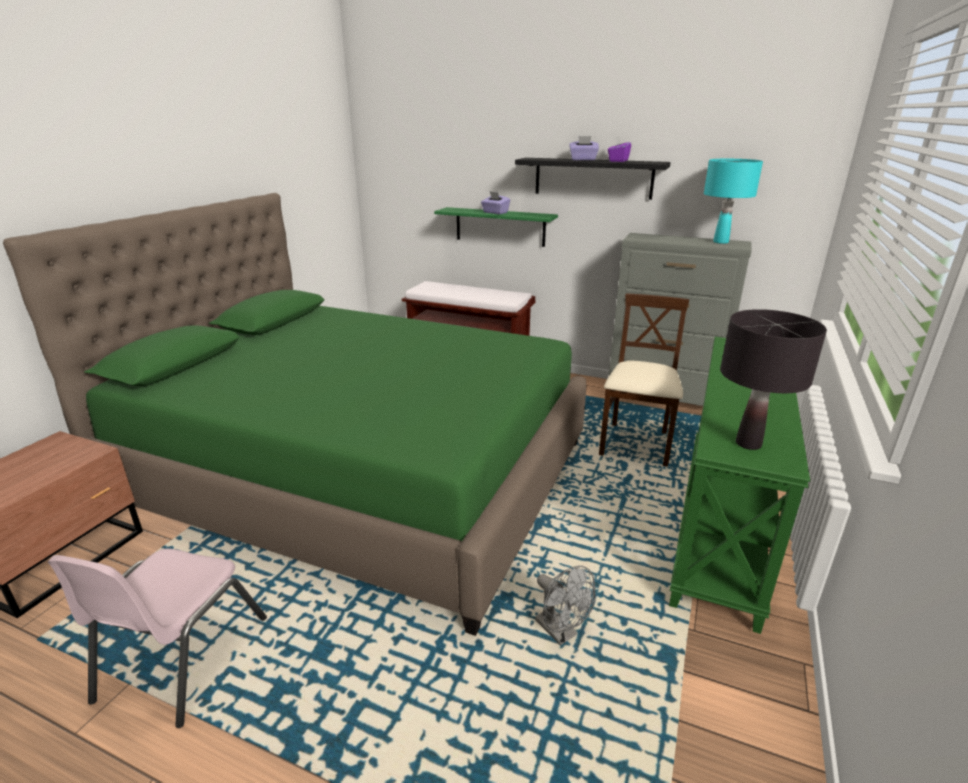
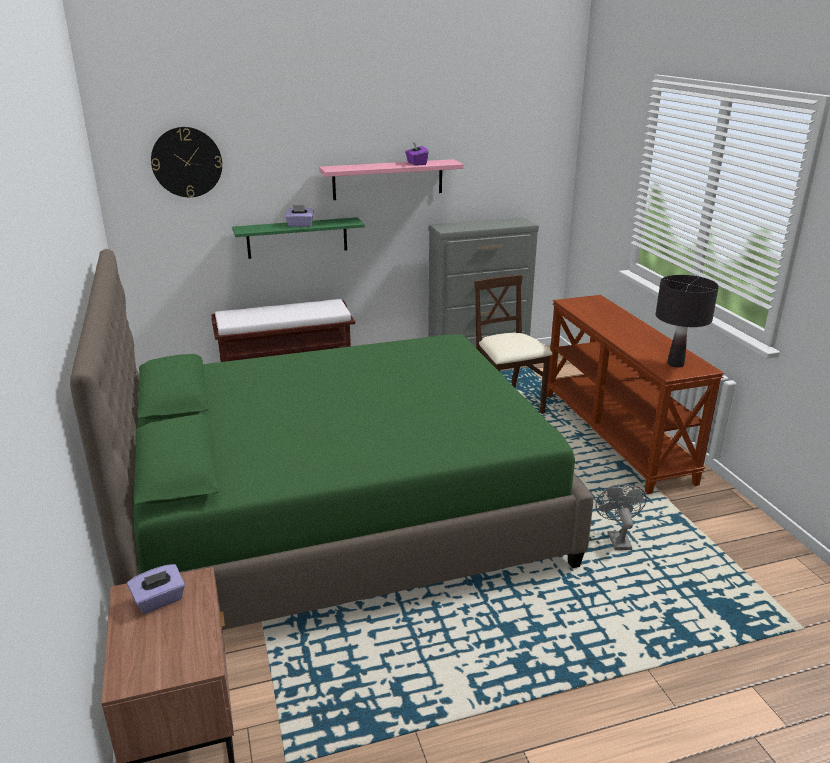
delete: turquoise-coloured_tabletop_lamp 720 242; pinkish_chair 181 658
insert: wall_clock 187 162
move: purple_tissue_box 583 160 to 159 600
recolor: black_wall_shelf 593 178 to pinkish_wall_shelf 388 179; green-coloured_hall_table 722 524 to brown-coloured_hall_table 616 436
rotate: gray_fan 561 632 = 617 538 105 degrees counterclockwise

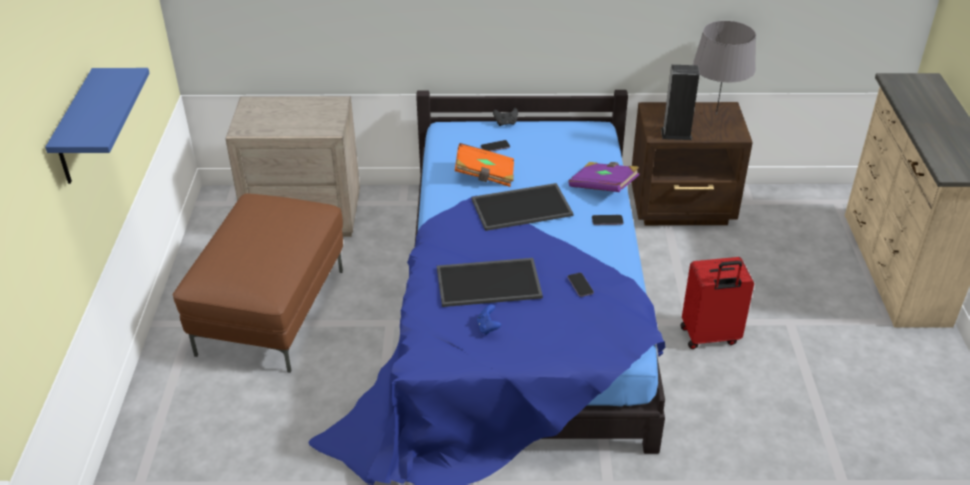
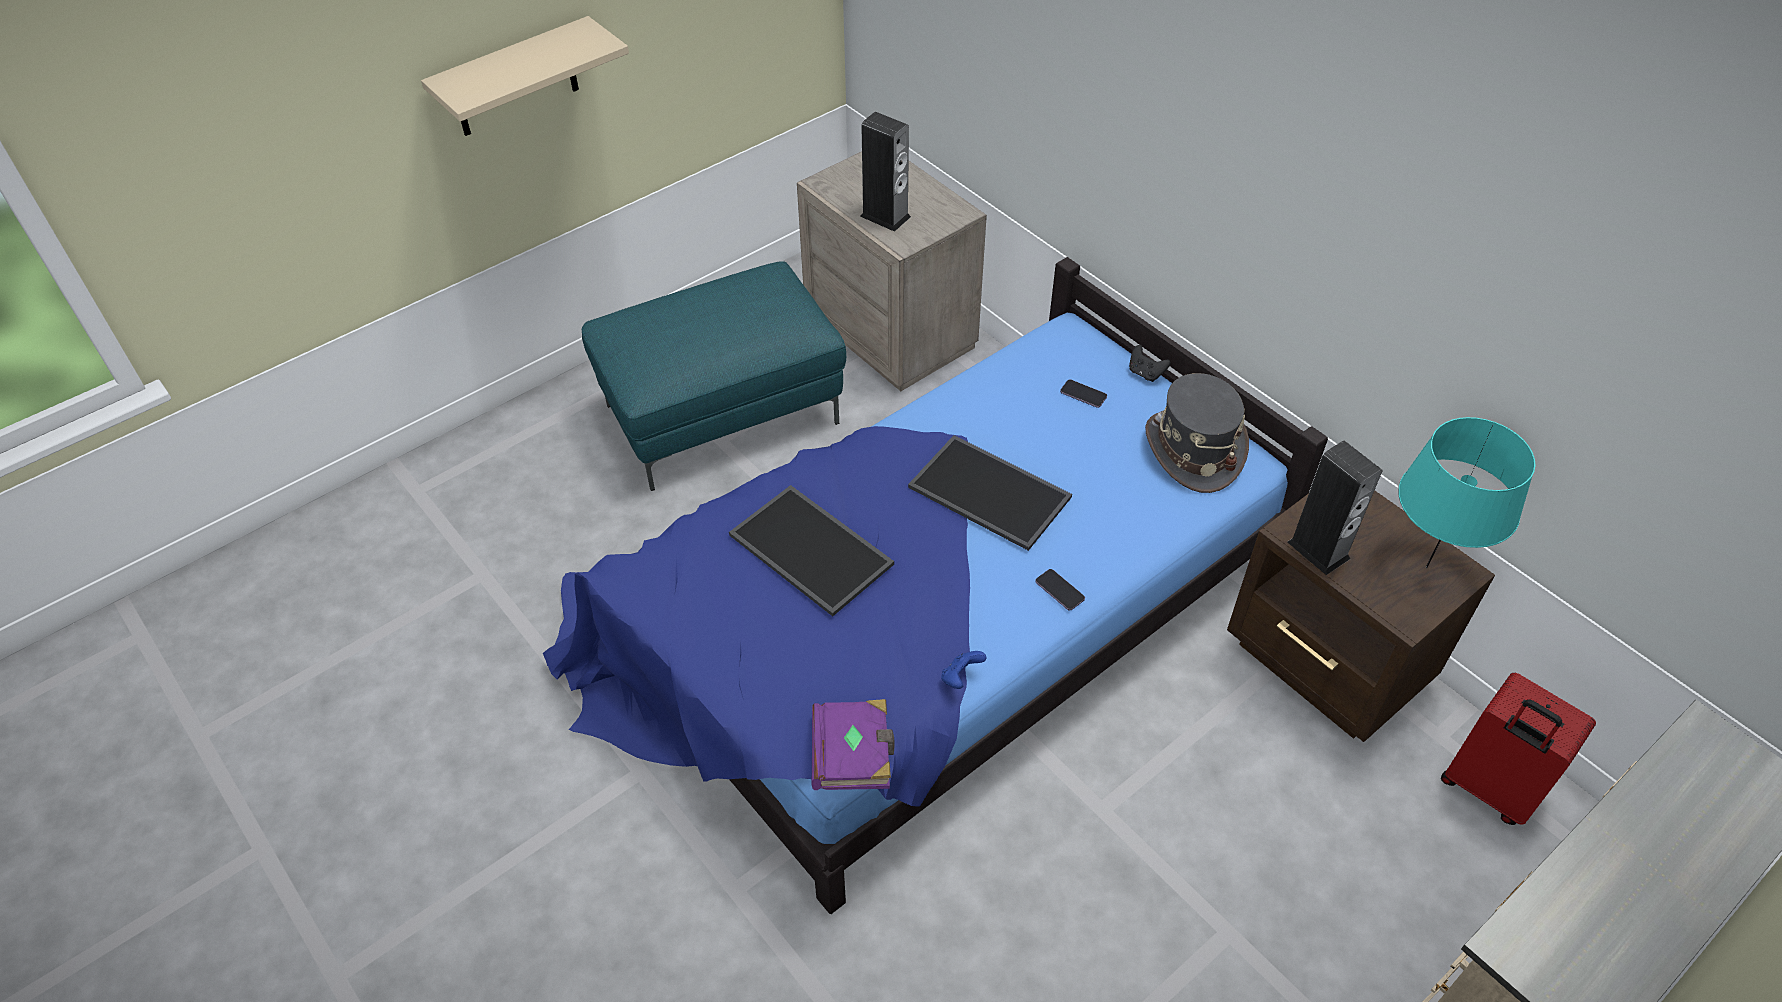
delete: orangey_bound_book 485 176; phone 580 285
insert: audio_speaker 885 216; gray_clothing_hat 1193 450
move: purple_bound_book 603 187 to 853 756; reddish_piece_of_luggage 709 337 to 1488 789; bluish_joypad 488 327 to 960 677
recolor: gray_tabletop_lamp 716 114 to turquoise-coloured_tabletop_lamp 1425 567; bluish_wall_shelf 77 129 to beige_wall_shelf 514 79; brown-coloured_pouffe 273 312 to turquoise-coloured_pouffe 722 416

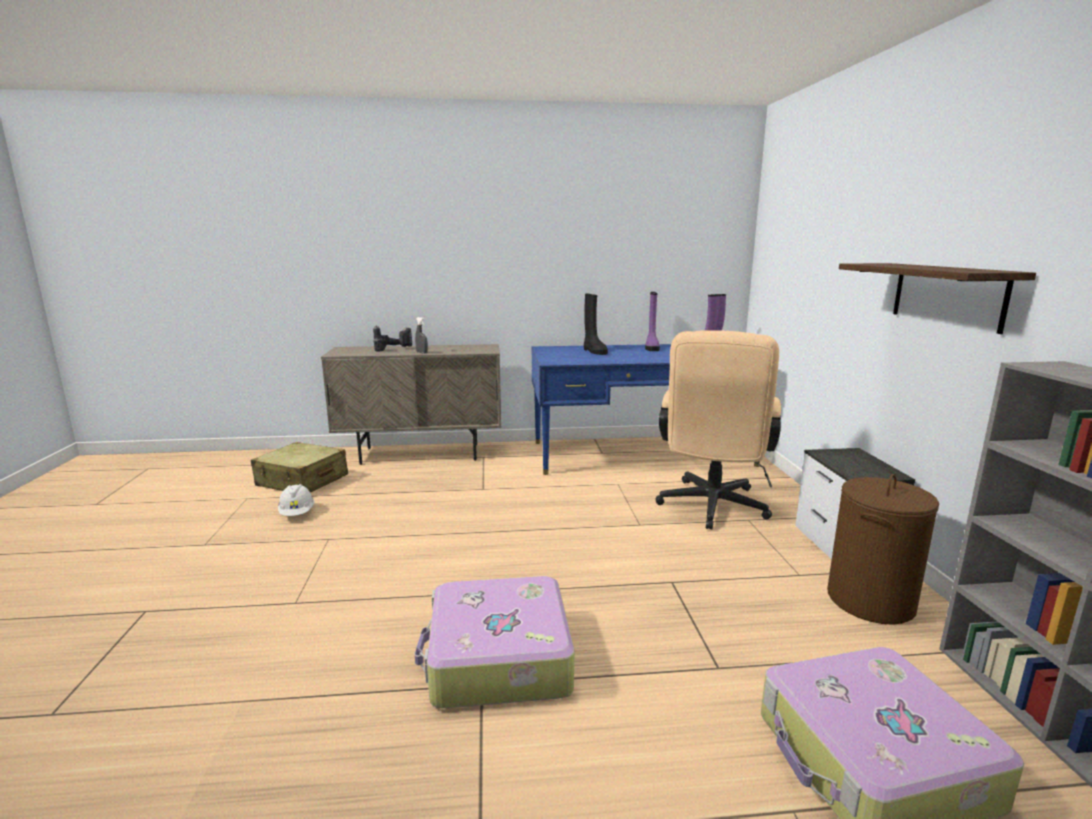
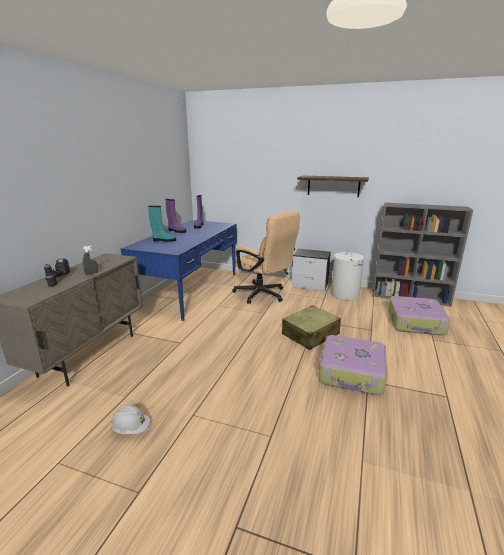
move: beige_piece_of_luggage 302 481 to 310 334
recolor: black_high-top_boot 594 351 to turquoise-coloured_high-top_boot 163 240; brown-coloured_hamper 870 601 to white_hamper 345 294

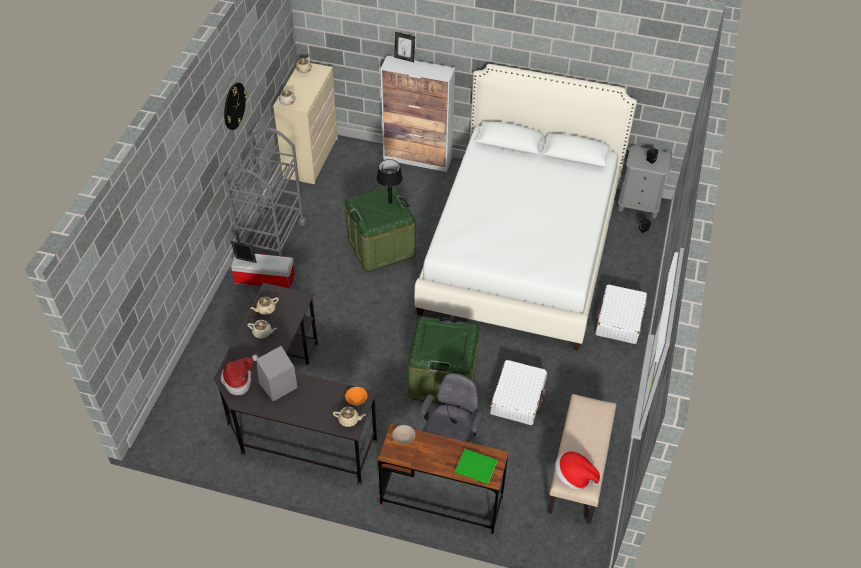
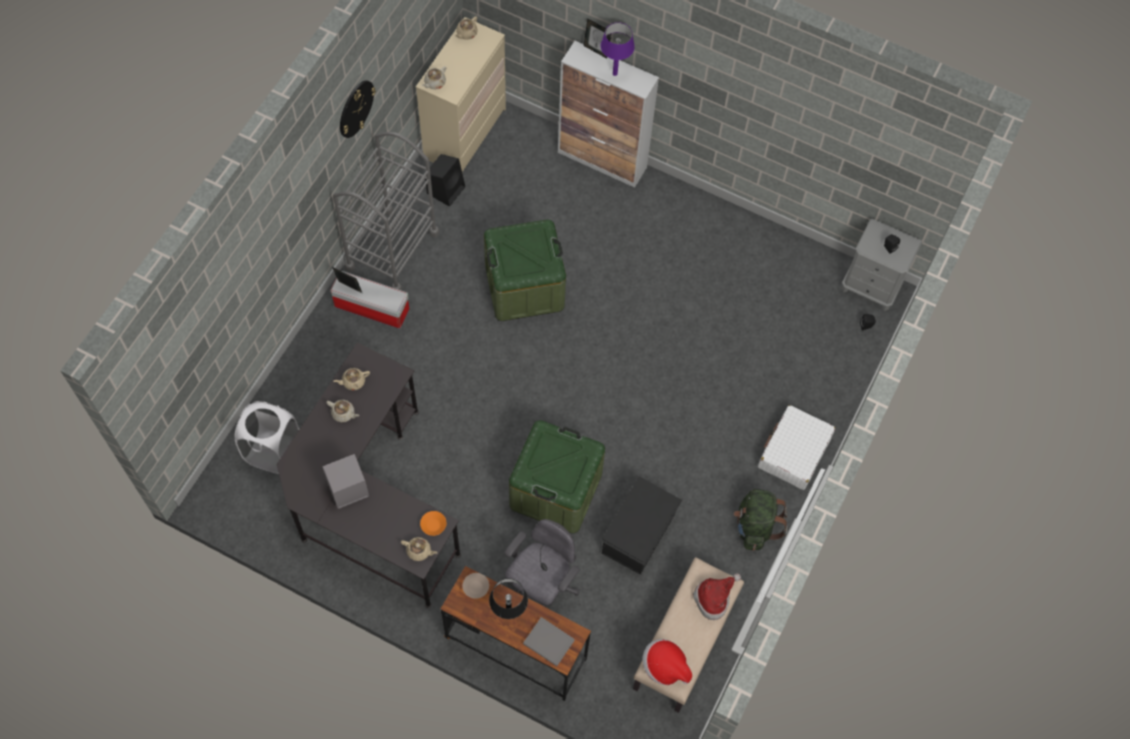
delete: white_bedroom_bed 521 249
insert: purple_tabletop_lamp 614 73; black_audio_speaker 446 189; white_hamper 273 452; green-coloured_rucksack 755 526
move: black_tabletop_lamp 390 202 to 508 614; clothing_hat 239 380 to 714 598
replace: white_piece_of_luggage 518 398 to black_storage_box 639 534
recolor: green-coloured_bound_book 476 468 to gray_bound_book 549 643

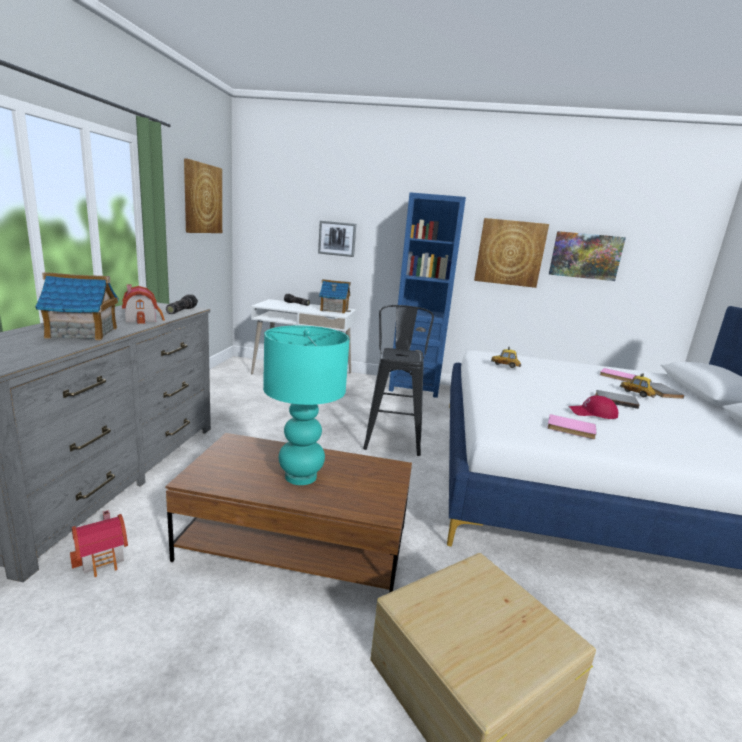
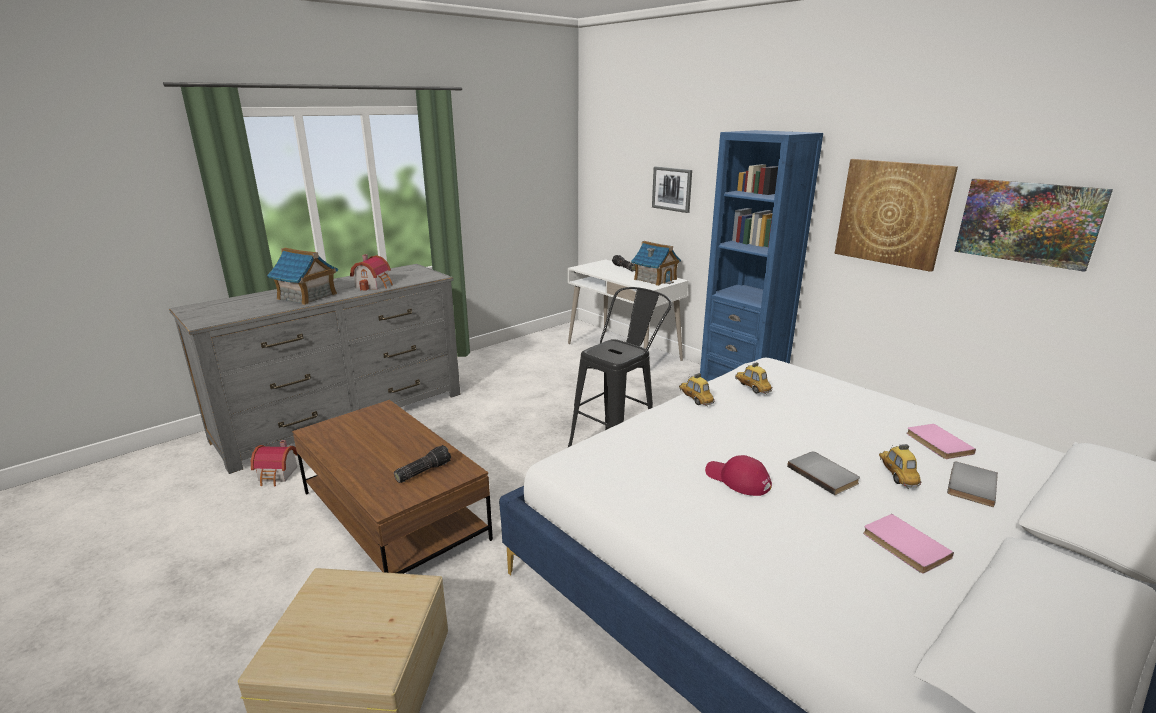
delete: wall_art 202 198; turquoise-coloured_tabletop_lamp 300 477
insert: toy_car 695 399
move: hand_torch 181 310 to 423 471; pinkish_bound_book 571 429 to 903 546

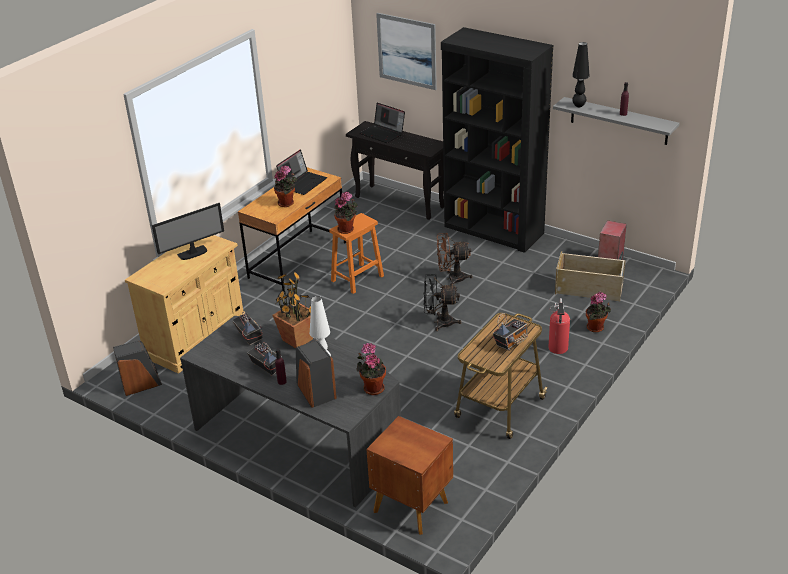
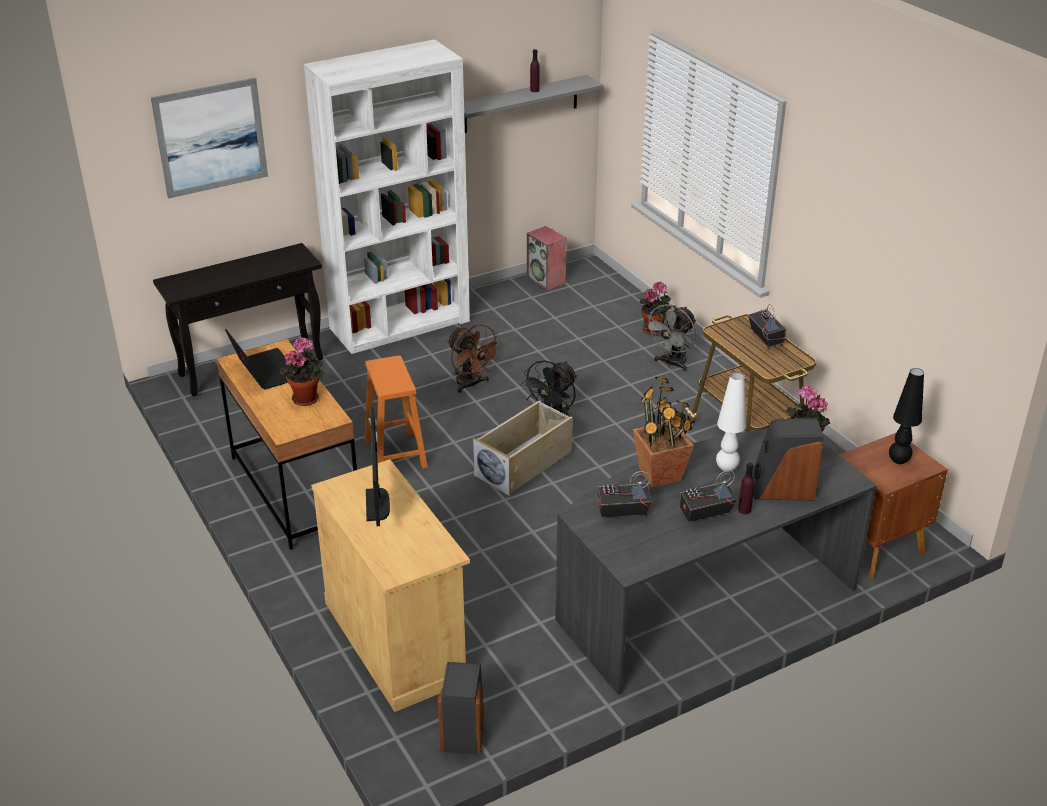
delete: laptop 383 133; houseplant 347 229
move: black_tabletop_lamp 579 106 to 898 461; beige_storage_box 589 289 to 524 463
replace: fire_extinguisher 558 349 to gray_fan 671 364
recolor: black_bookcase 493 230 to white_bookcase 400 324
rotate: brown-coloured_fan 452 279 = 471 385 60 degrees counterclockwise

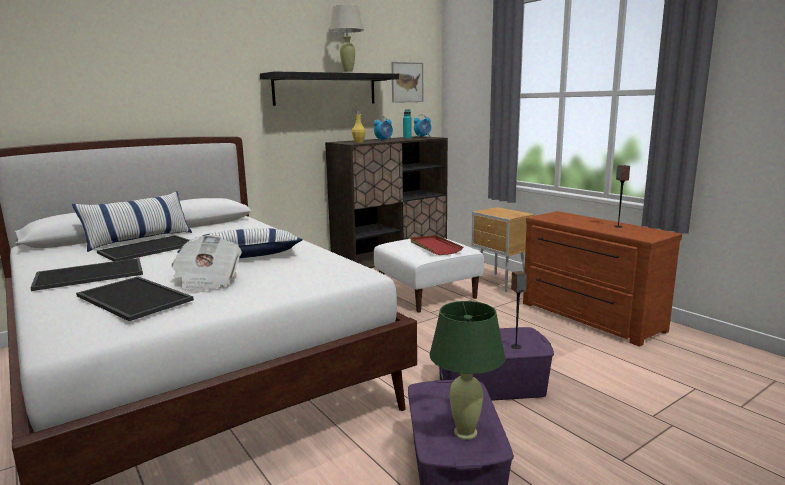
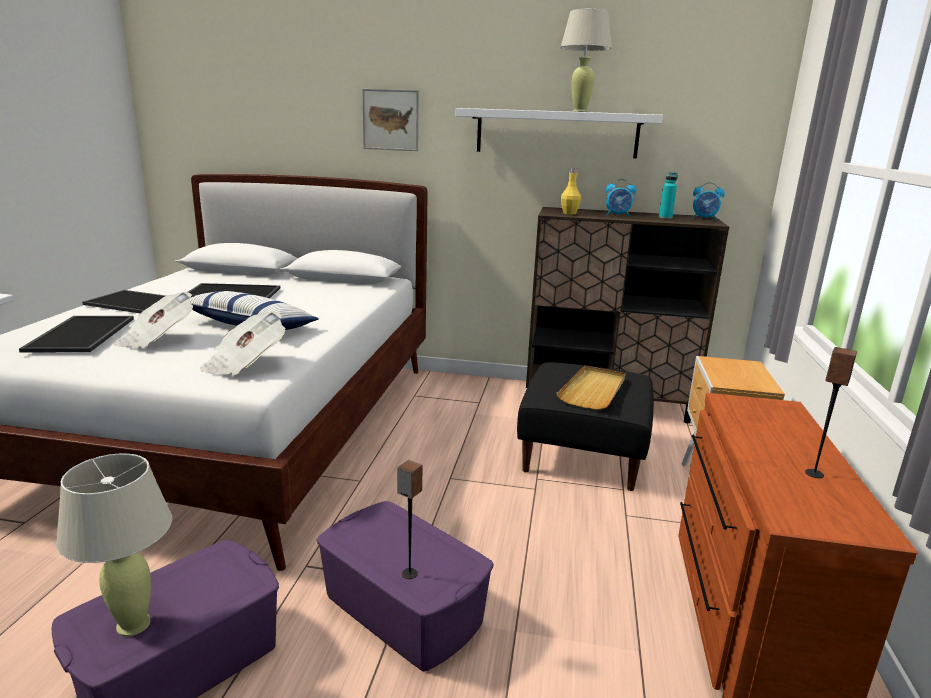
delete: cushion 138 240
insert: newspaper 244 364
move: wall_art 407 82 to 390 120
recolor: black_wall_shelf 325 89 to white_wall_shelf 556 133; reddish_carrying_tray 434 247 to beige_carrying_tray 593 390; white_pouffe 428 294 to black_pouffe 583 454; green-coloured_tabletop_lamp 465 432 to beige_tabletop_lamp 133 624

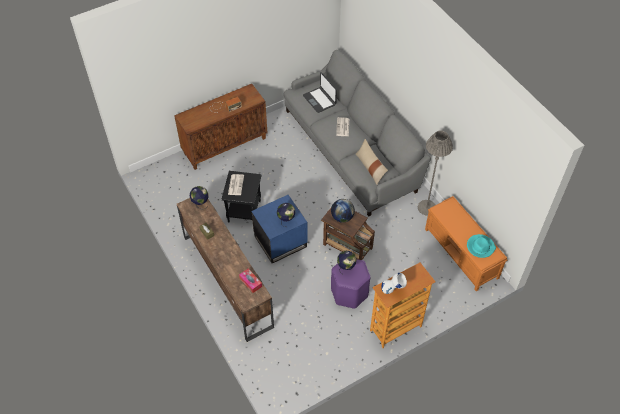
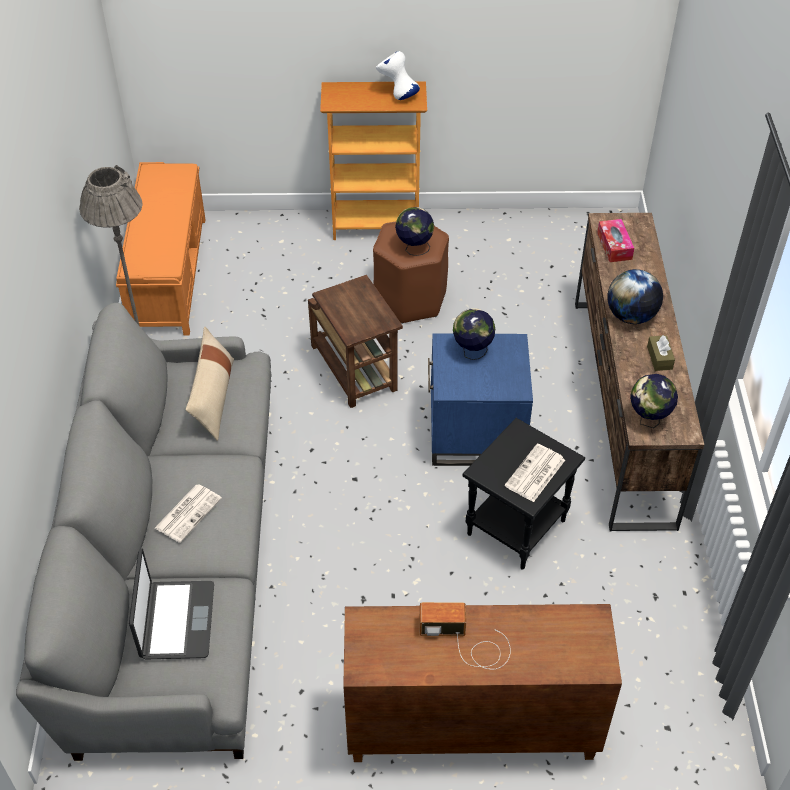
delete: turquoise-coloured_clothing_hat 480 247
move: desk_globe 342 217 to 631 316
recolor: purple_stool_seat 349 293 to brown-coloured_stool_seat 410 298

